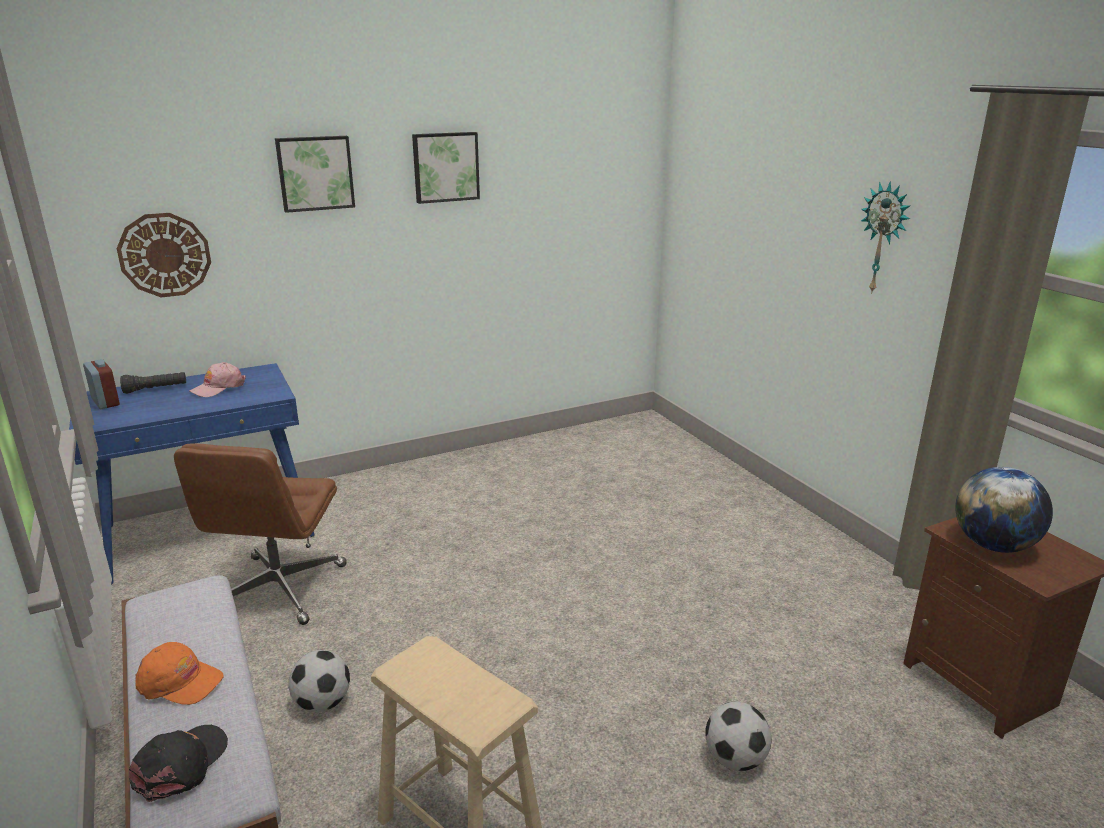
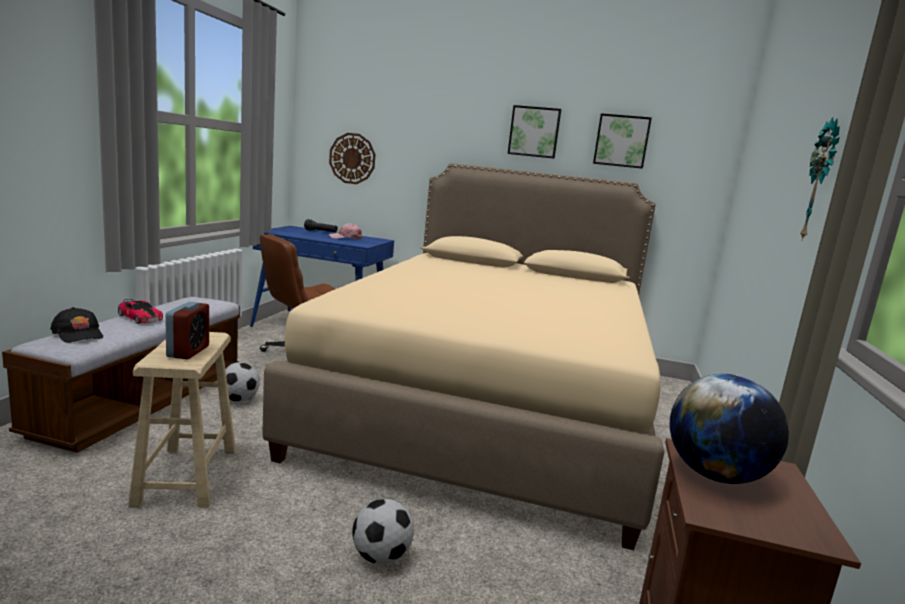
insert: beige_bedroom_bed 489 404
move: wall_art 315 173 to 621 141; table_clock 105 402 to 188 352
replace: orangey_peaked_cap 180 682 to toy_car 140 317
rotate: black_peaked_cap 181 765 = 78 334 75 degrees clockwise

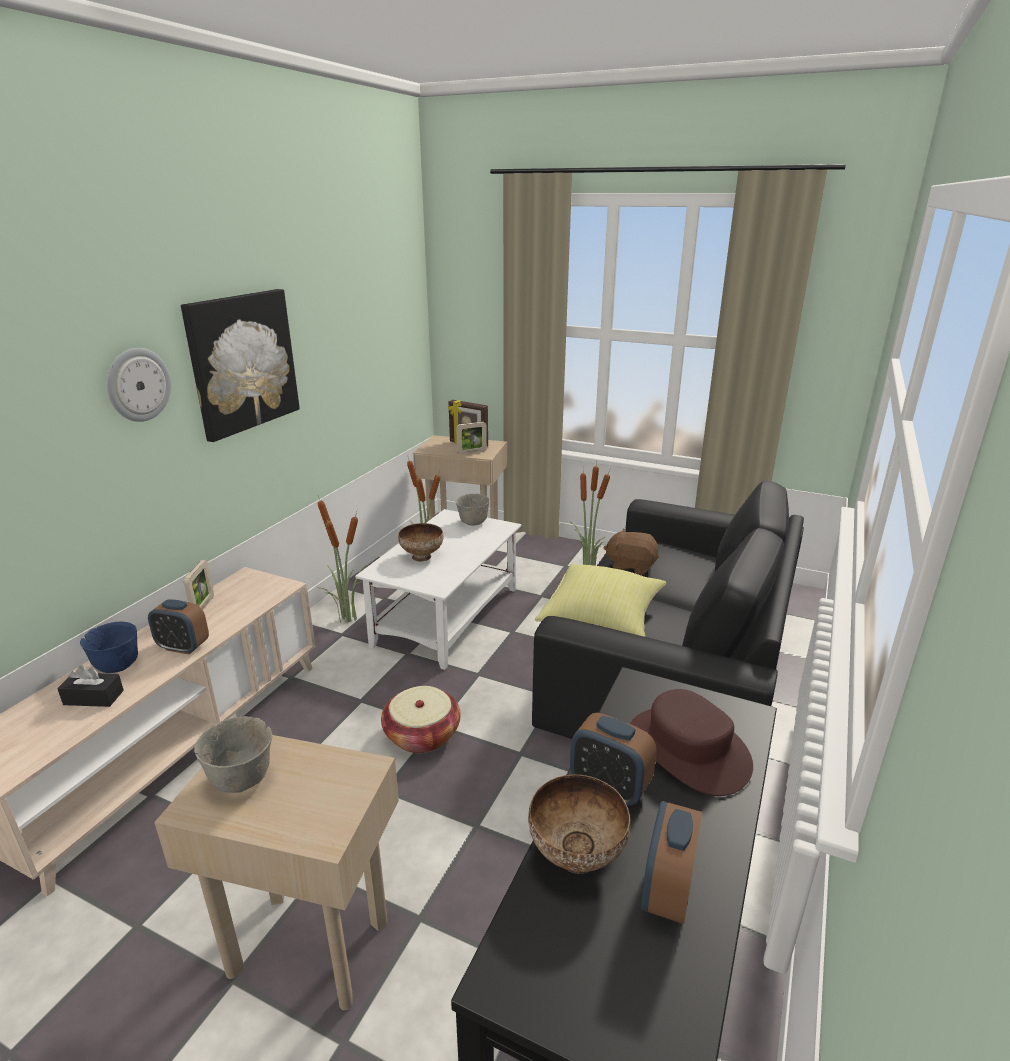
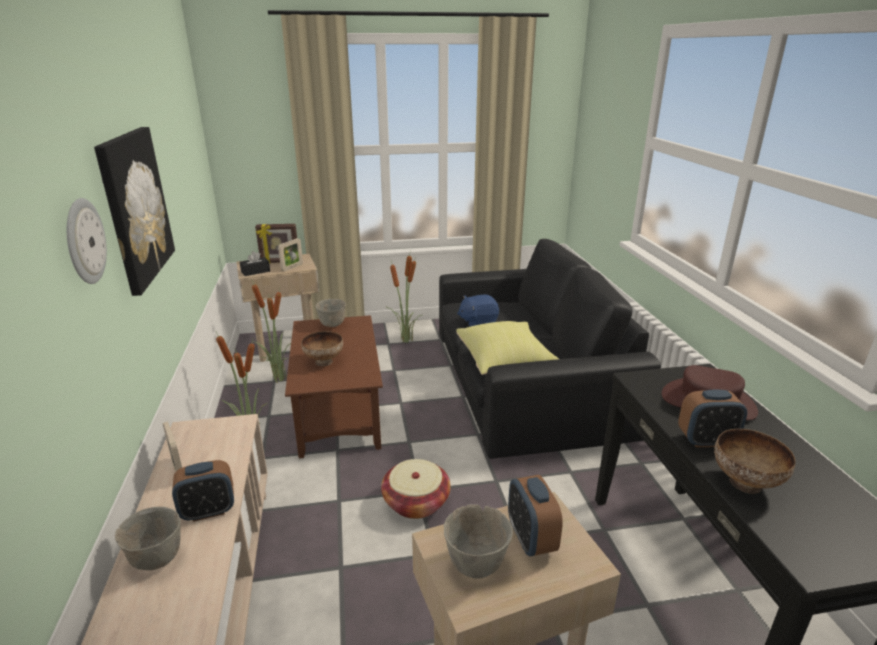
move: black_tissue_box 93 697 to 255 271; table_clock 667 891 to 531 539
recolor: white_lounge_table 447 617 to brown-coloured_lounge_table 339 411; brown-coloured_soft_toy 631 566 to bluish_soft_toy 478 322; bluish_deep_dish 116 665 to gray_deep_dish 156 558

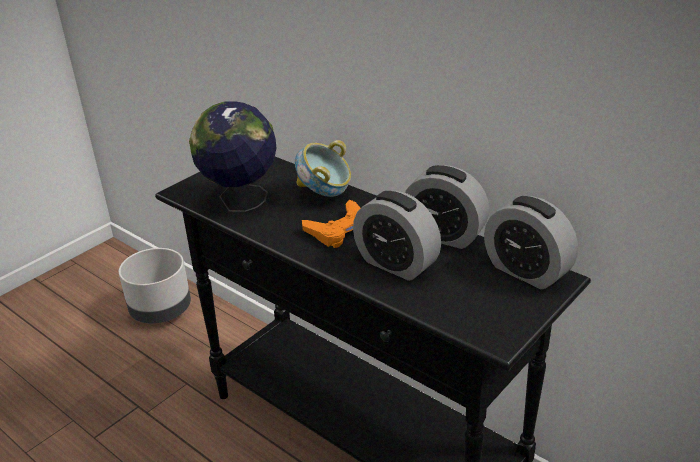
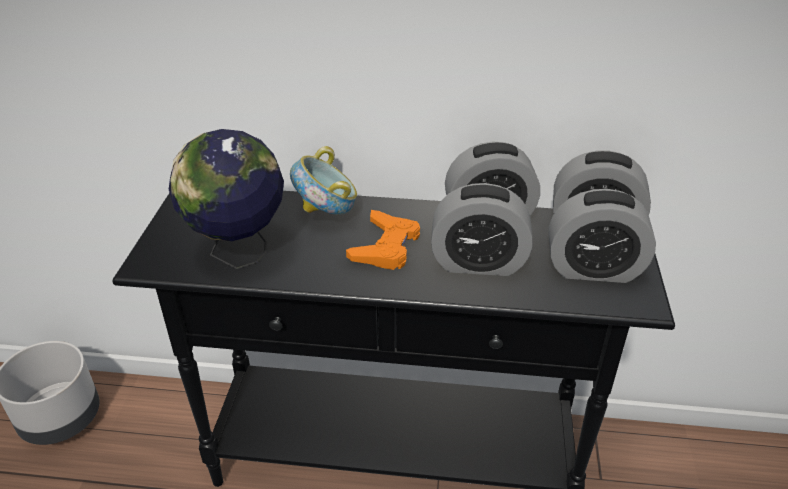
insert: table_clock 593 269

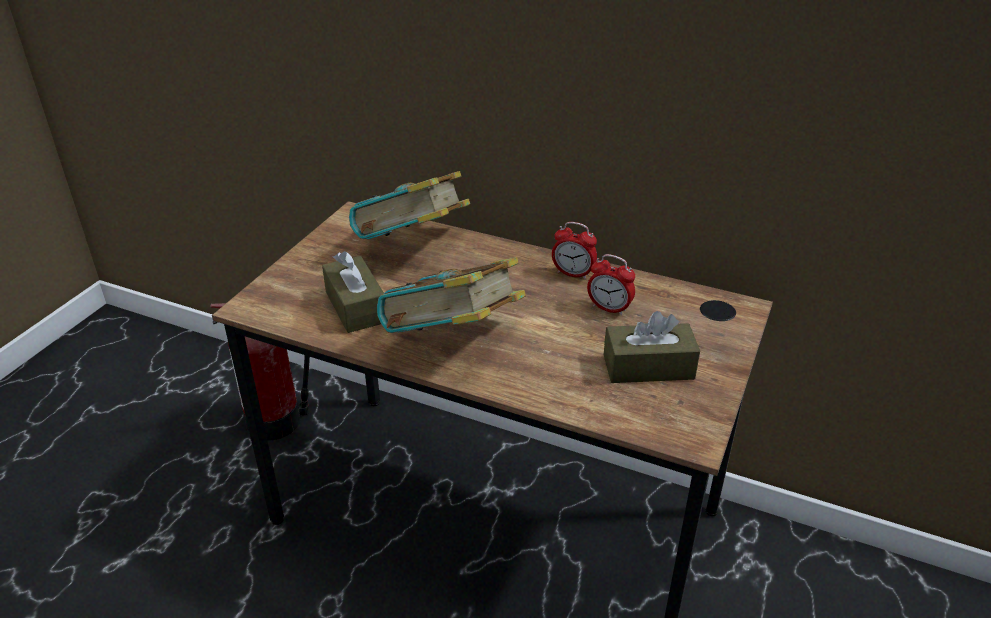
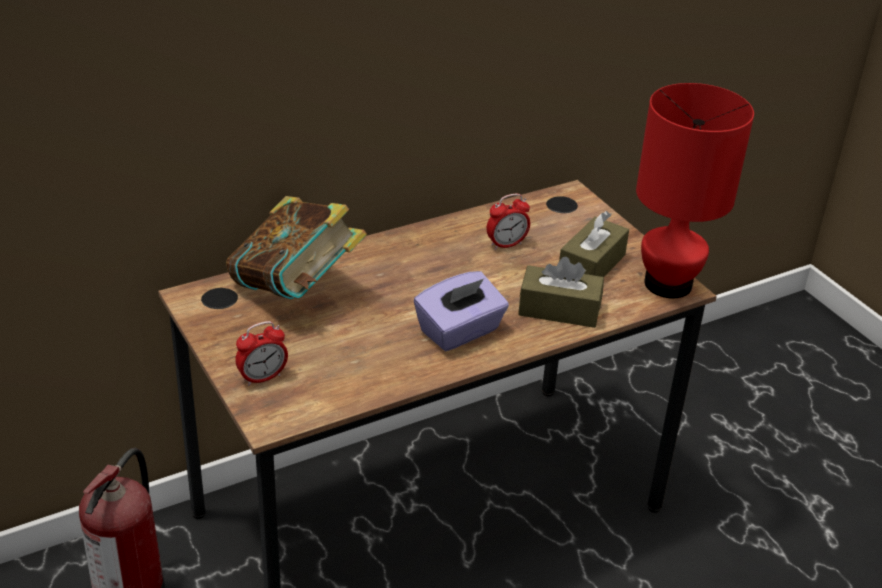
insert: reddish_tabletop_lamp 669 284
move: table_clock 573 274 to 262 378; brown-coloured_tissue_box 356 307 to 559 309
replace: bound_book 454 340 to purple_tissue_box 460 331

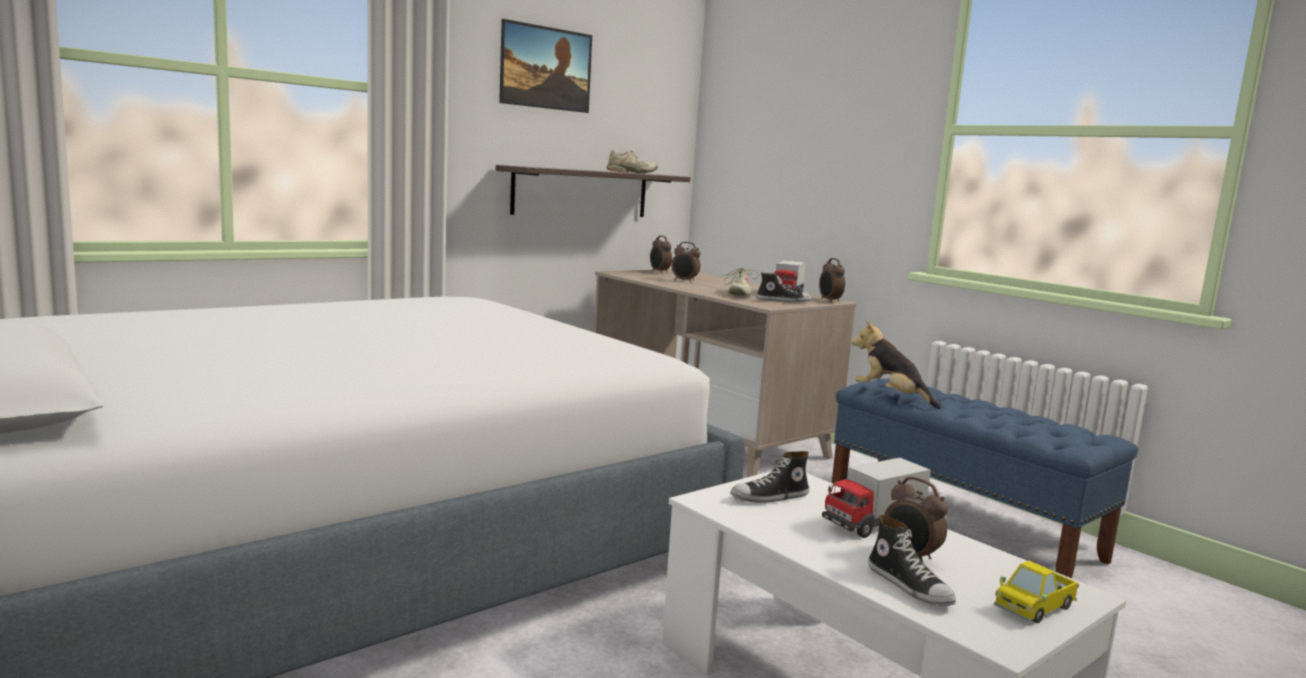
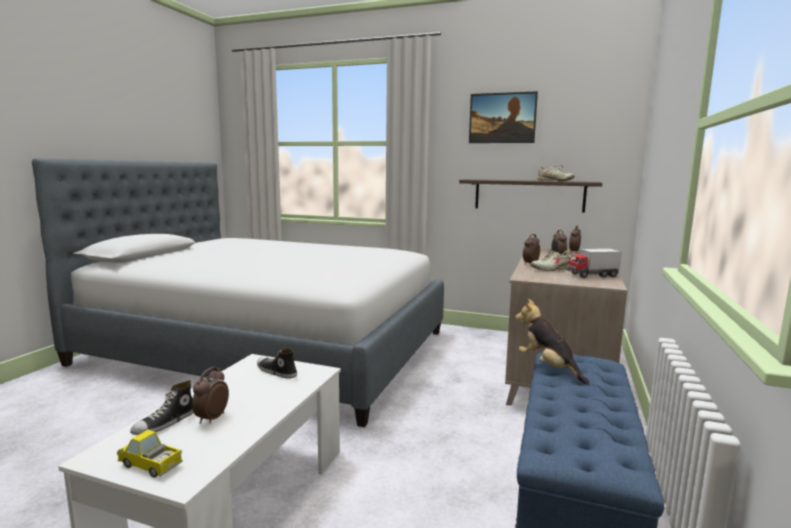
delete: item_of_footwear 783 301; toy_truck 872 524
move: table_clock 829 301 to 530 264
rotate: soft_toy 891 397 = 548 367 45 degrees counterclockwise

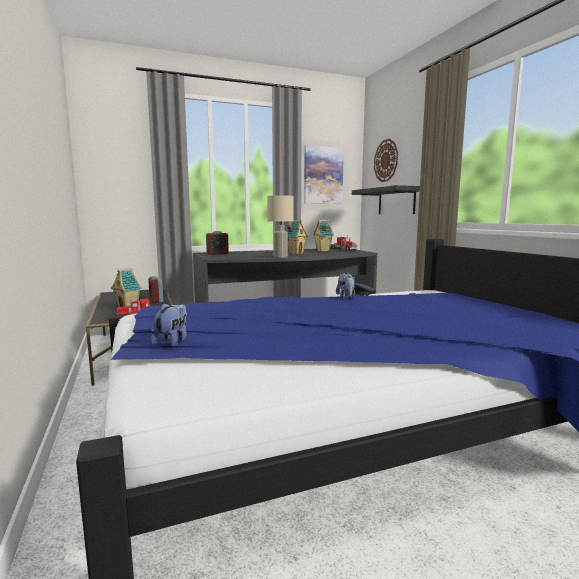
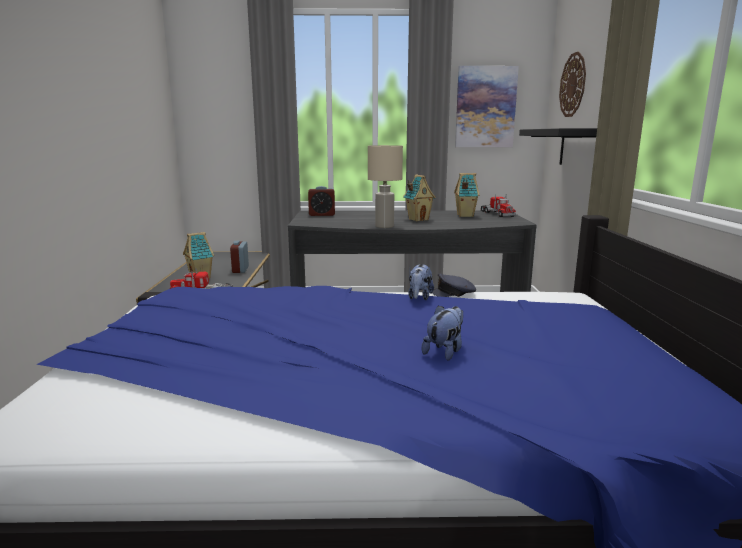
move: soft_toy 172 342 to 445 351

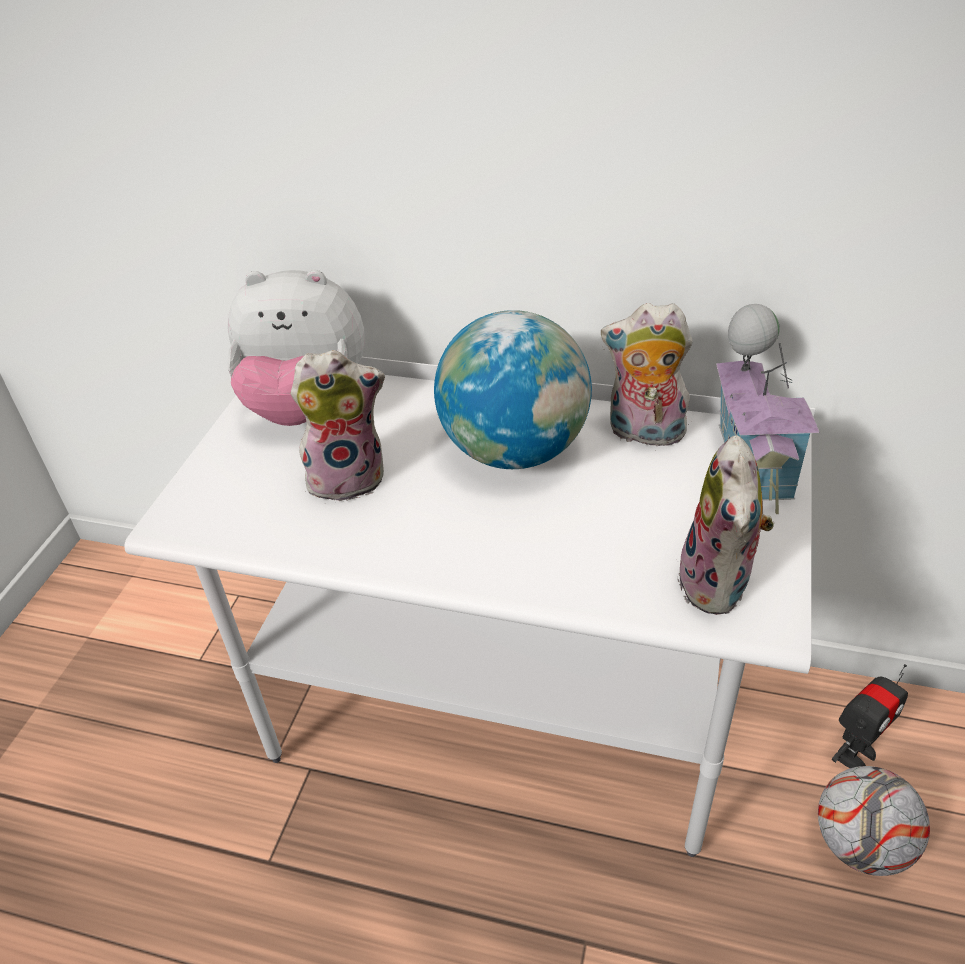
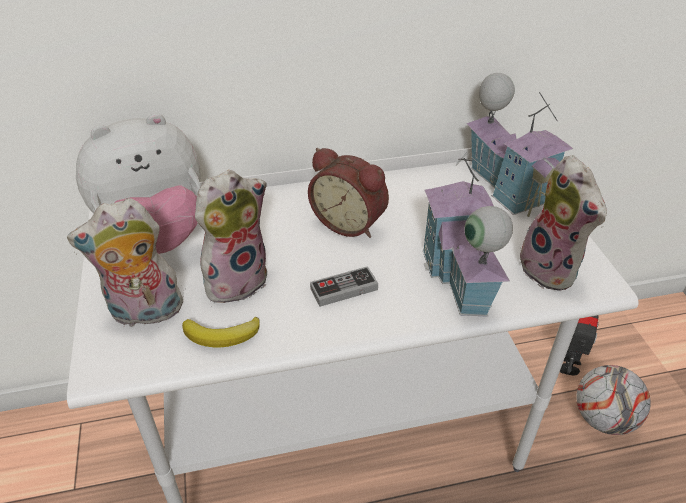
insert: miniature_house 458 277; joypad 344 289; whole_banana 222 335
move: soft_toy 644 434 to 145 313
replace: desk_globe 514 451 to table_clock 350 222

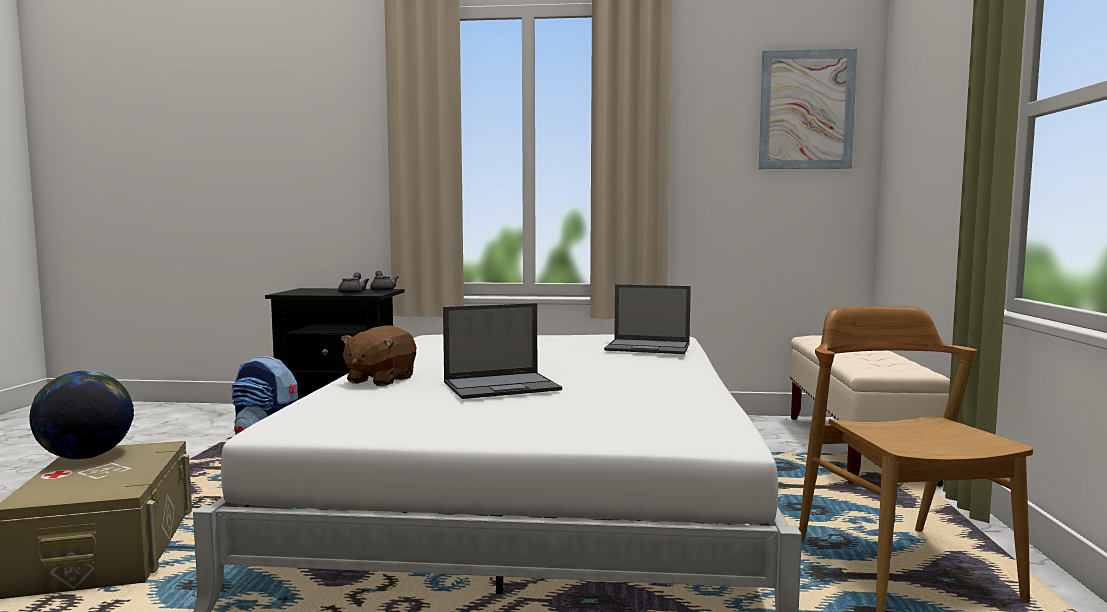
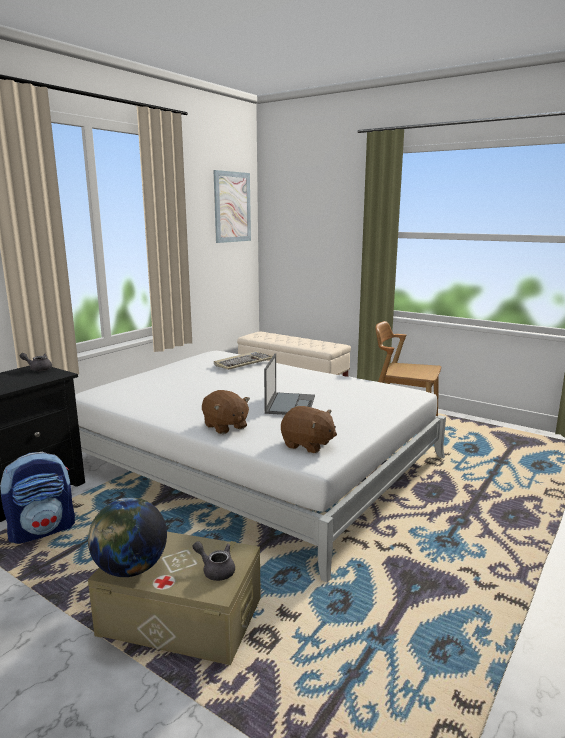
insert: brown-coloured_soft_toy 307 445
move: gray_teapot 353 293 to 215 570
replace: laptop 649 347 to PC_keyboard 244 363

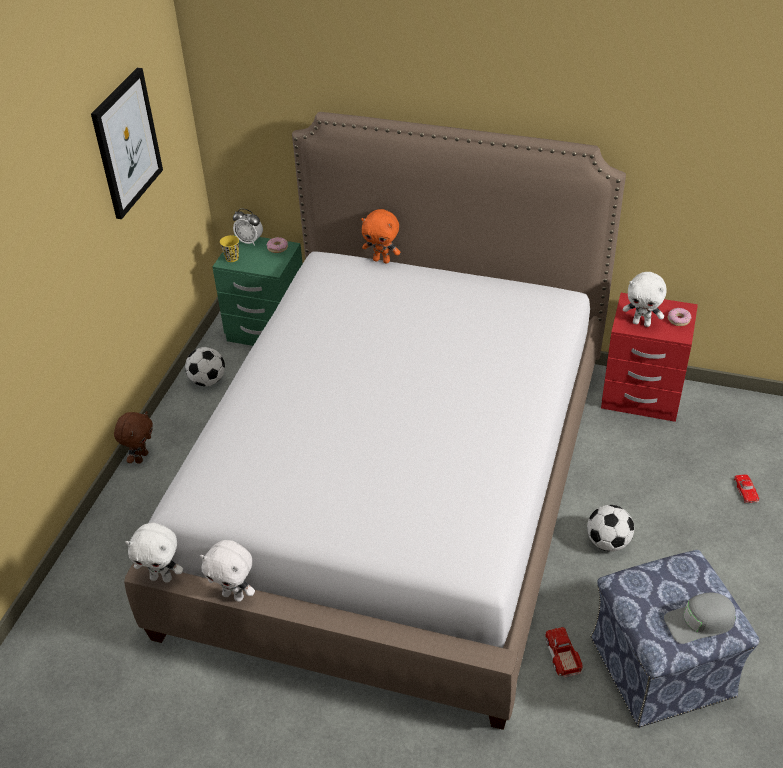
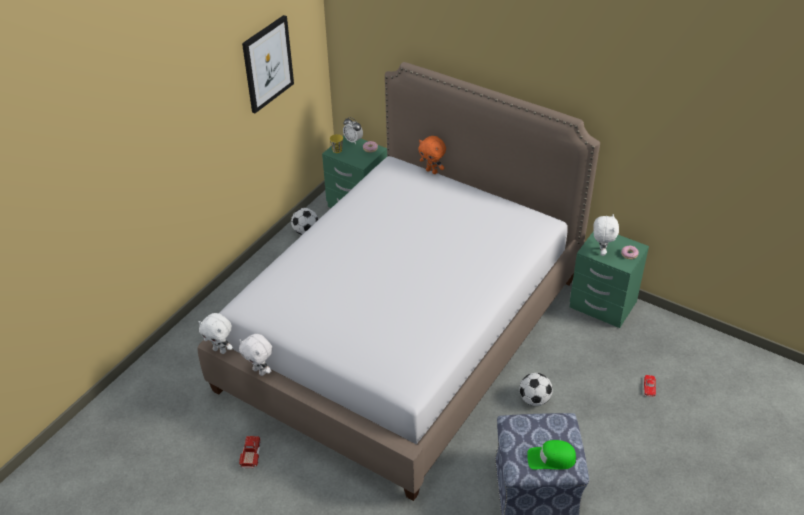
delete: brown-coloured_soft_toy 141 457
move: toy_truck 562 655 to 251 454
recolor: reddish_night_table 641 396 to green-coloured_night_table 602 305; gray_peaked_cap 700 622 to green-coloured_peaked_cap 551 459
rotate: white_soft_toy 642 323 = 601 251 120 degrees counterclockwise

